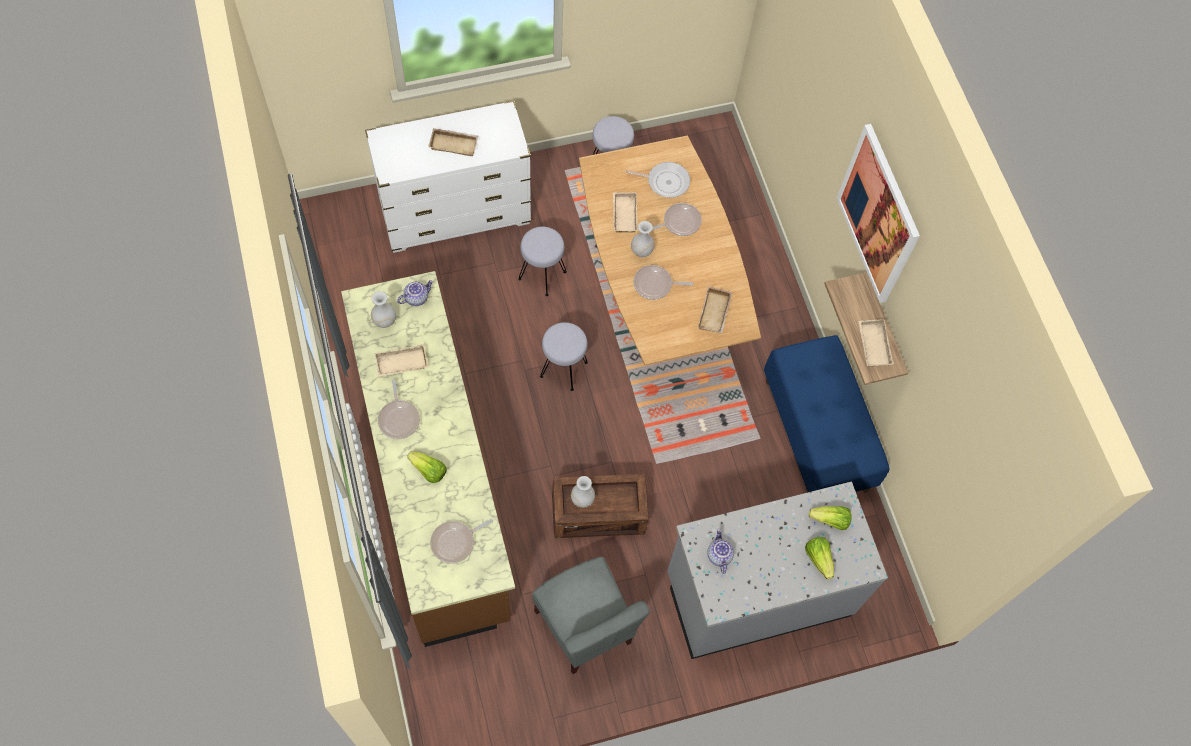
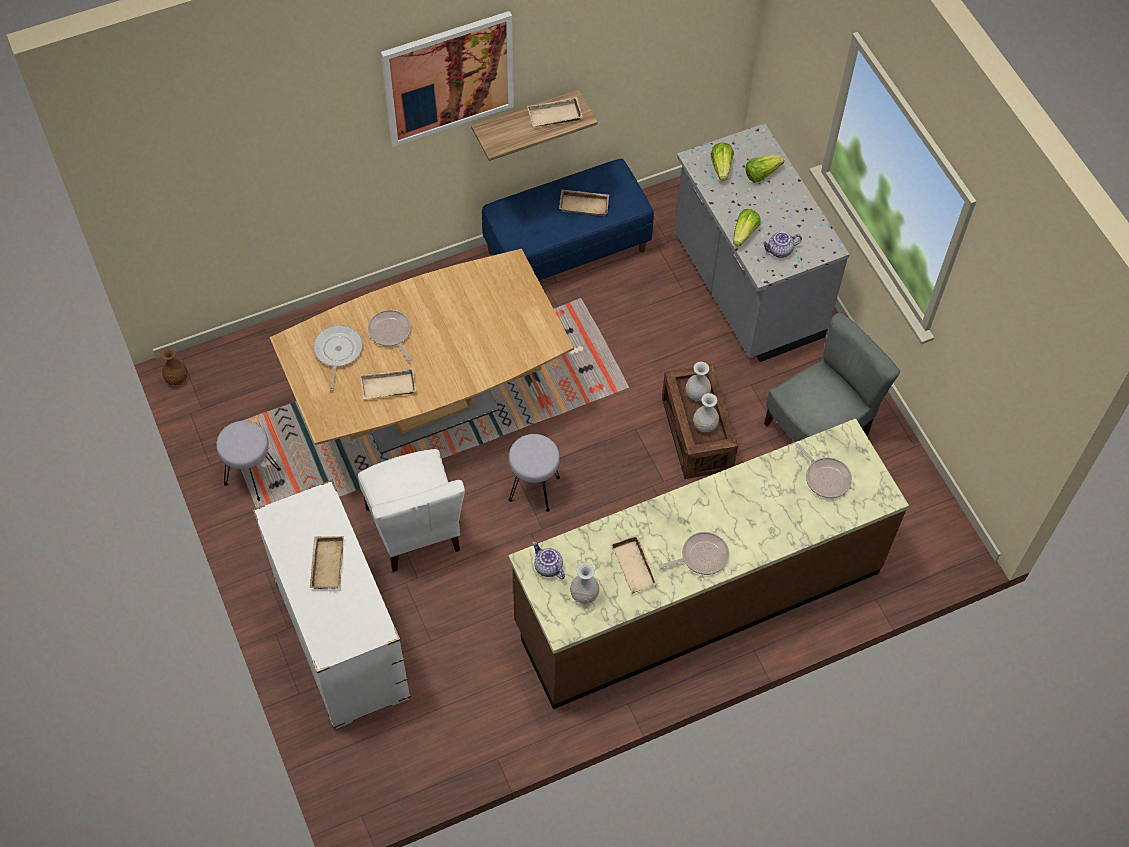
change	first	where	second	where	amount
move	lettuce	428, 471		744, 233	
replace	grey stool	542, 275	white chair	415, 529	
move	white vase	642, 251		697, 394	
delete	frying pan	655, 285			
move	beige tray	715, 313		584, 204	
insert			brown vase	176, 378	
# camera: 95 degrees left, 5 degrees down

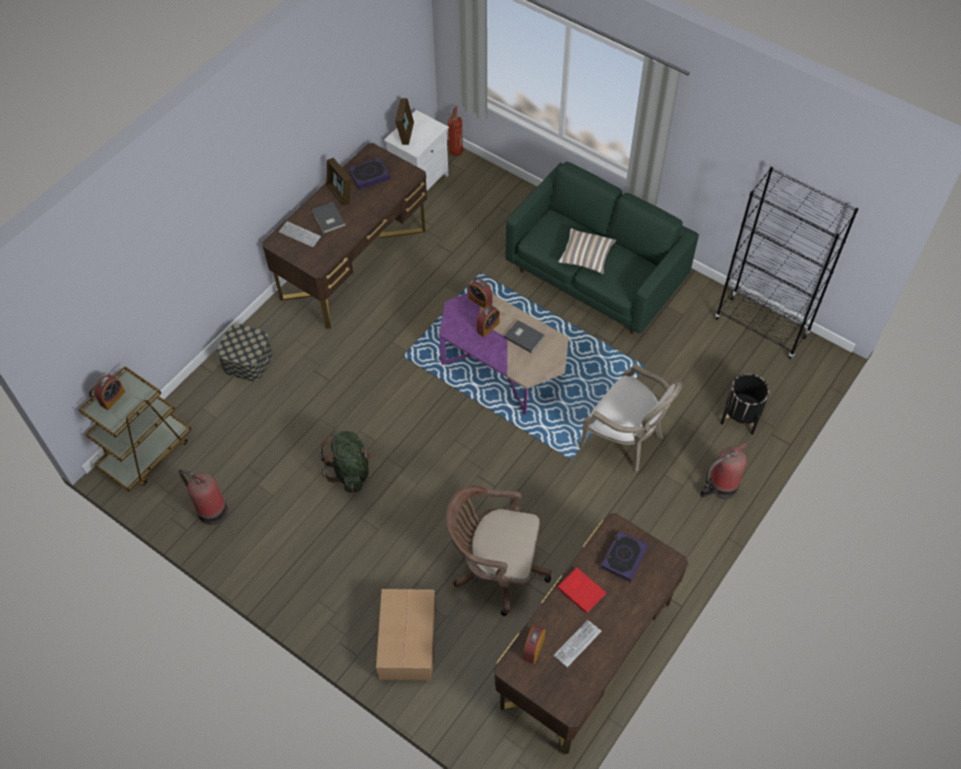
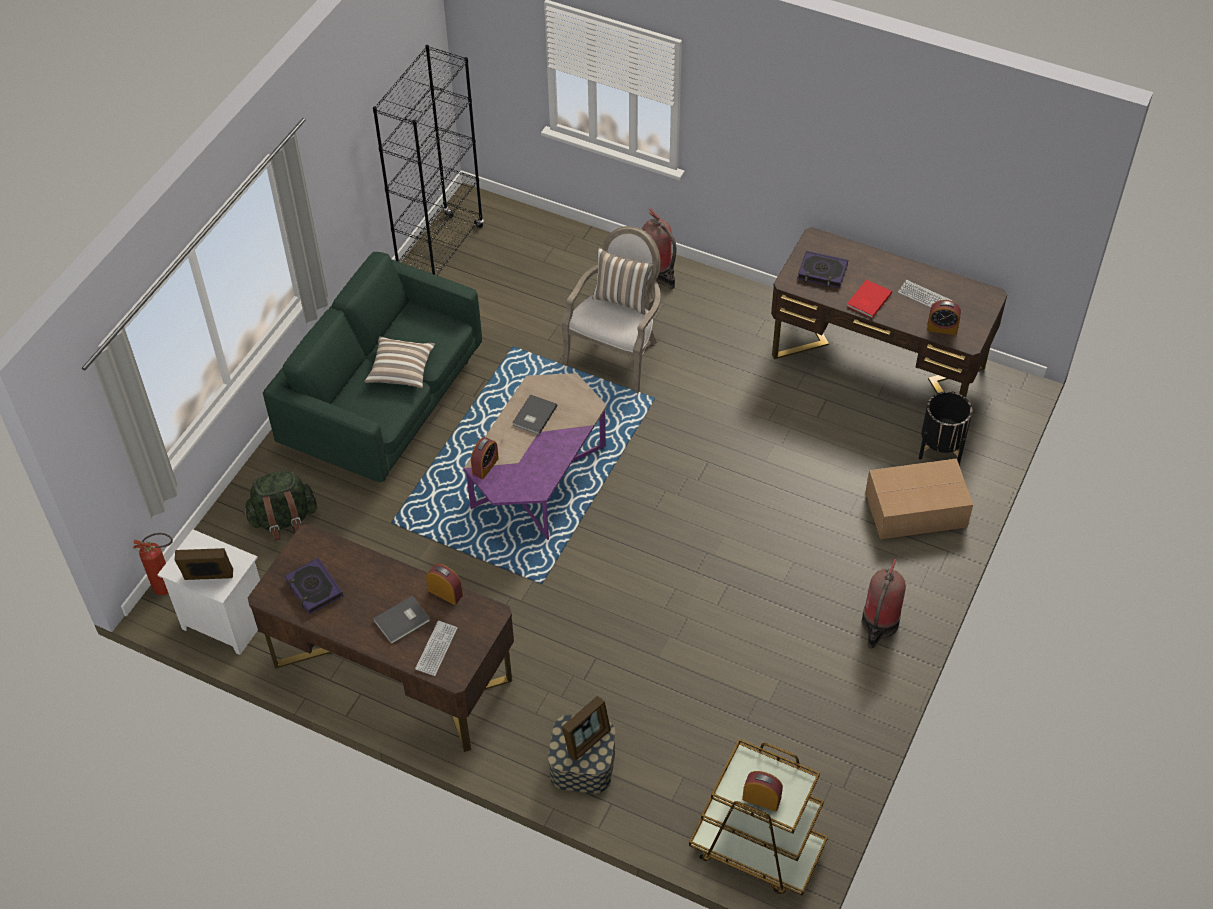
change	first	where	second	where	amount
move	fire extinguisher	210, 510		879, 625	
move	green backpack	350, 471		284, 520	
move	picture frame	340, 194		587, 740	
delete	brown office chair	495, 568			
move	alarm clock	488, 327		445, 593	
move	black planter	741, 416		940, 447	
insert			pillow	622, 299	
# camera: 100 degrees left, 5 degrees down

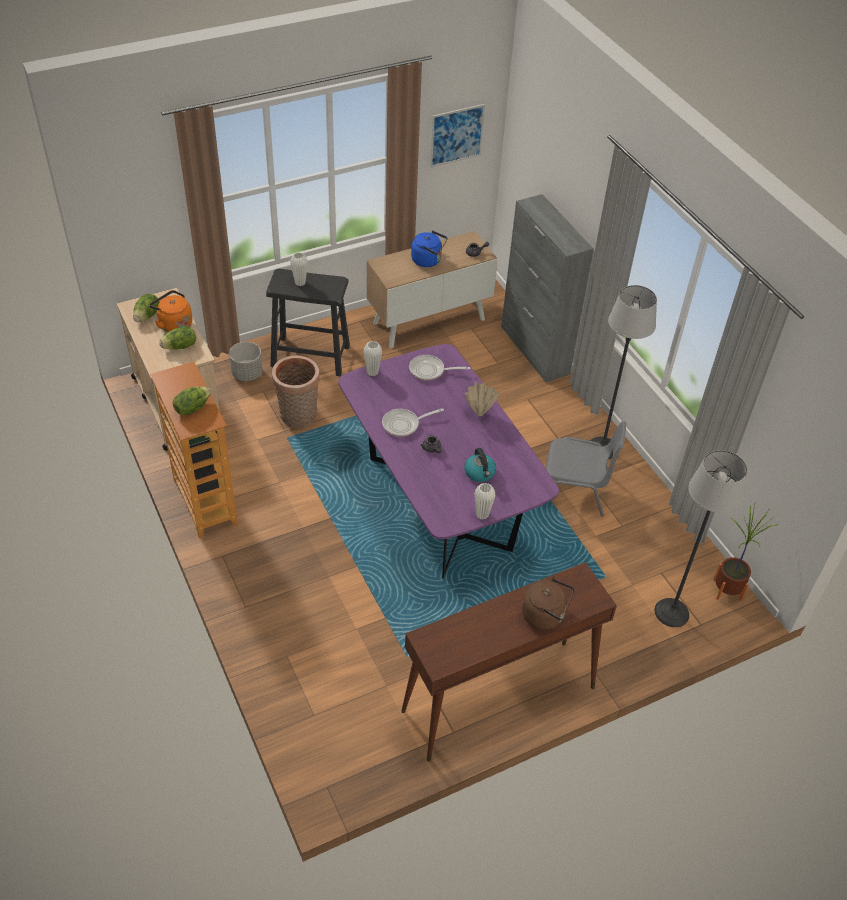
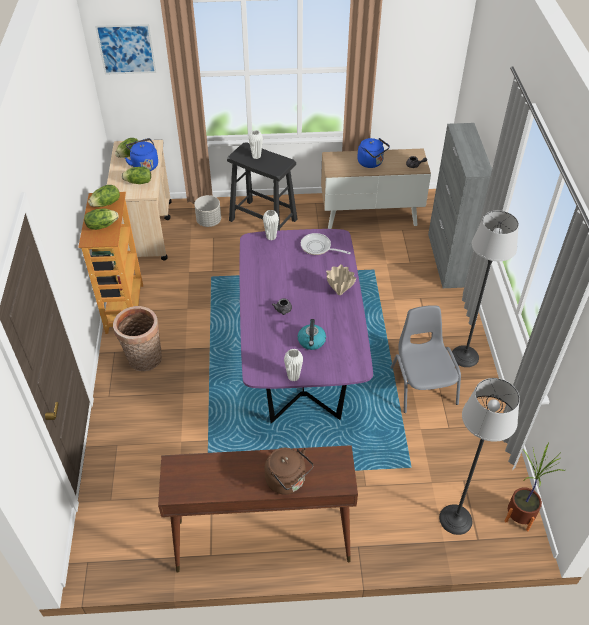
change	first	where	second	where	amount
recolor	orange kettle	174, 324	blue kettle	144, 165	
move	basket	298, 417		144, 360	
delete	frying pan	404, 424			
move	picture	456, 135		126, 49	
rotate	grey chair	575, 490		422, 384	135 degrees counterclockwise
insert			lettuce	106, 204	
# camera: 25 degrees right, 0 degrees up

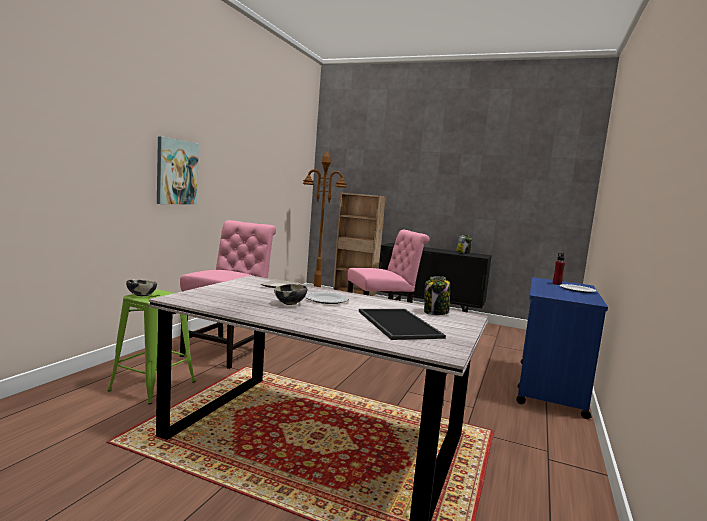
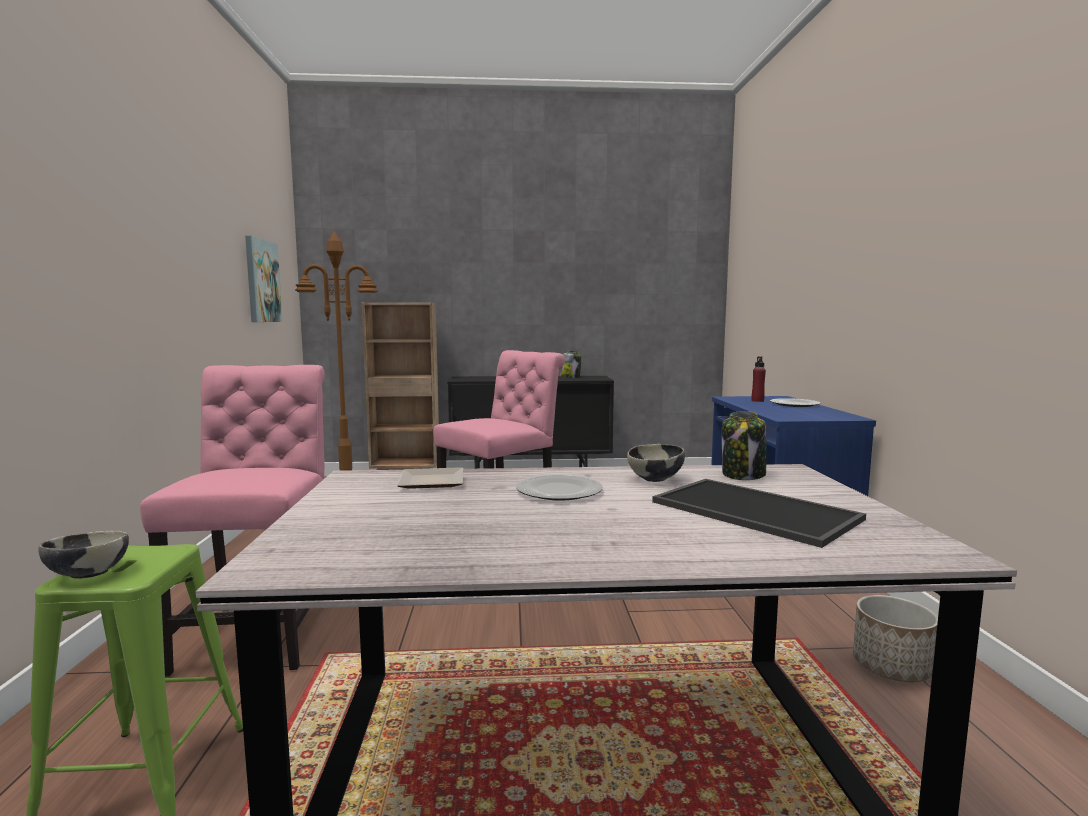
change	first	where	second	where	amount
move	picture	176, 172		262, 281	
move	bowl	290, 304		655, 479	
insert			planter	892, 666	
# camera: 25 degrees left, 0 degrees up

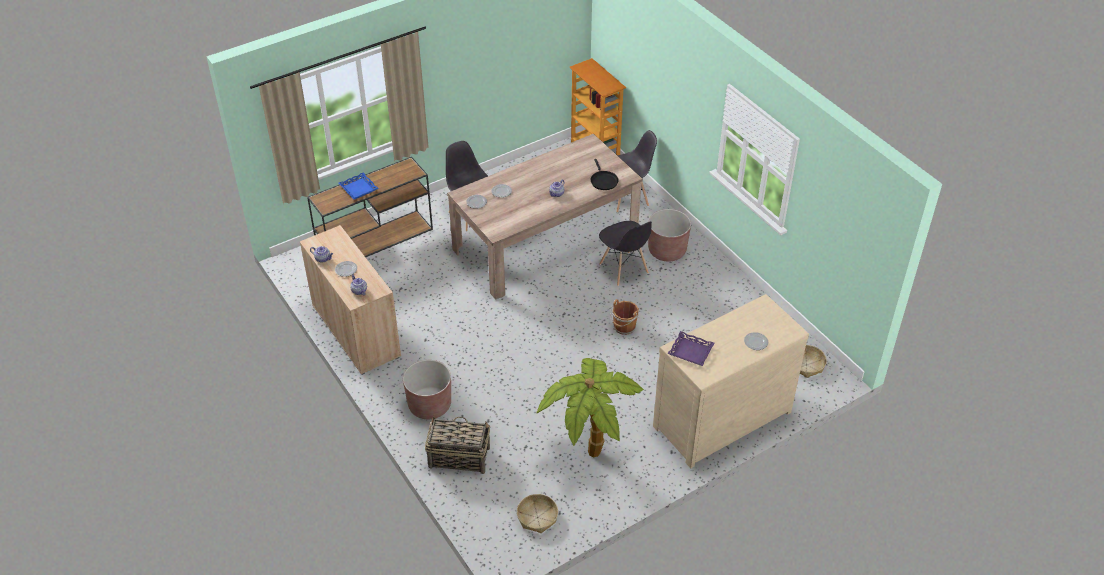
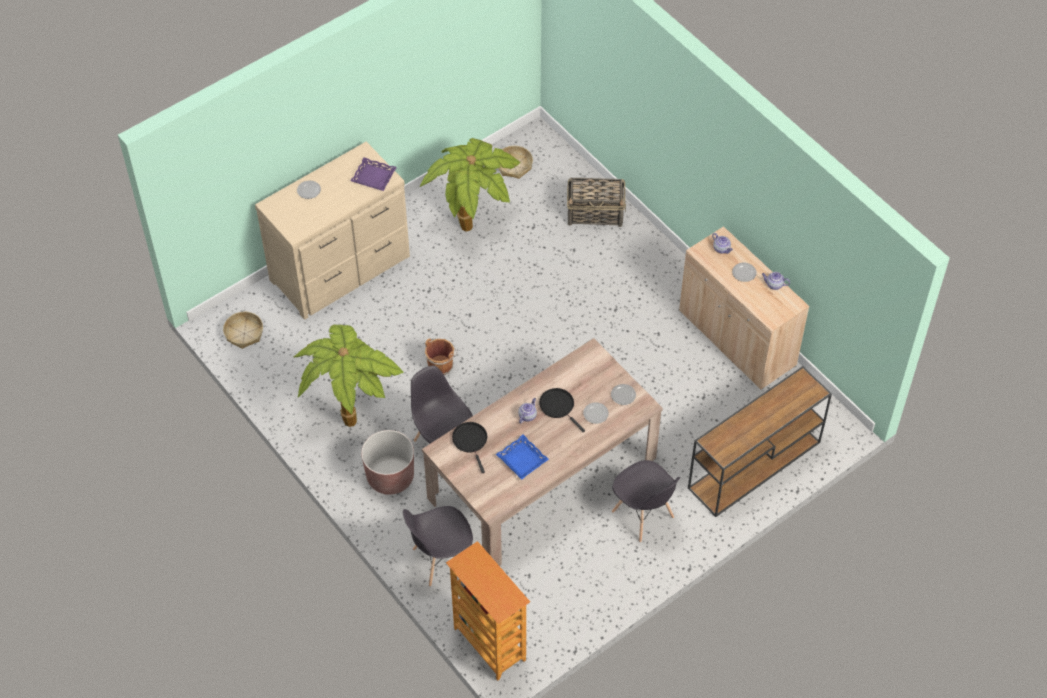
change	first	where	second	where	amount
move	blue tray	359, 188		522, 459	
delete	brown planter	429, 405			
insert			potted plant	351, 415	
insert			black frying pan	558, 406	
# camera: 175 degrees right, 10 degrees up

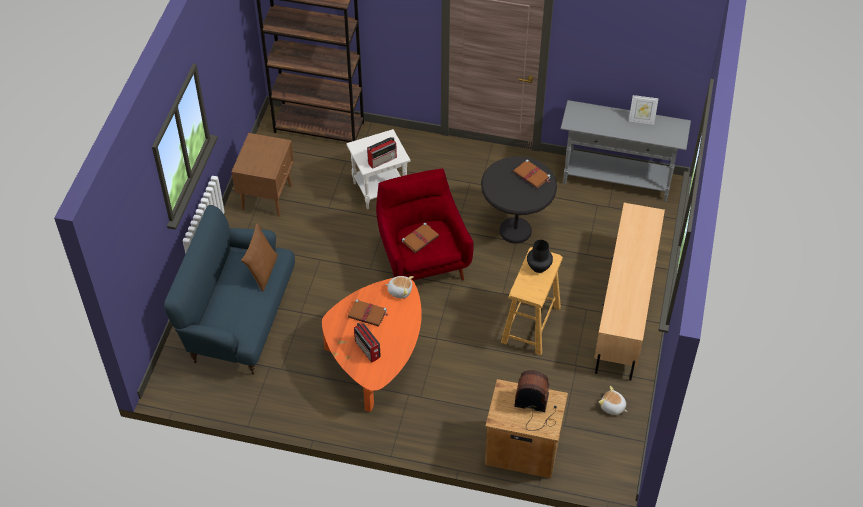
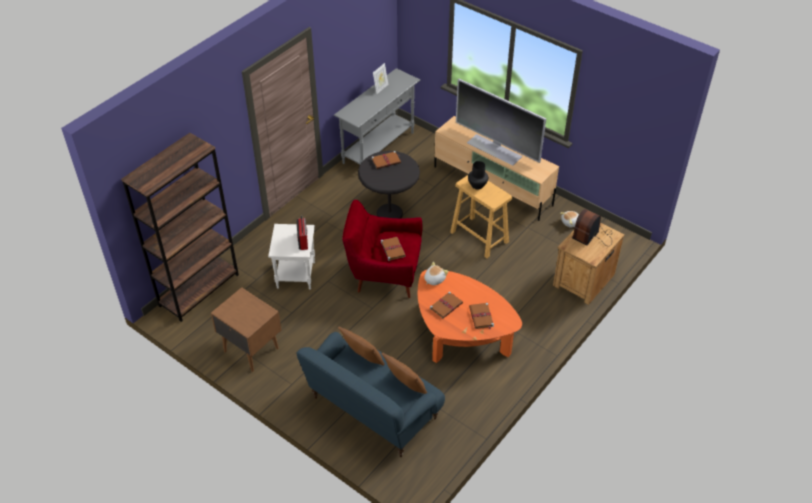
change	first	where	second	where	amount
replace	radio	367, 350	brown book	481, 317	
insert			brown pillow	405, 386	
insert			television	495, 149	
# camera: 65 degrees left, 5 degrees down

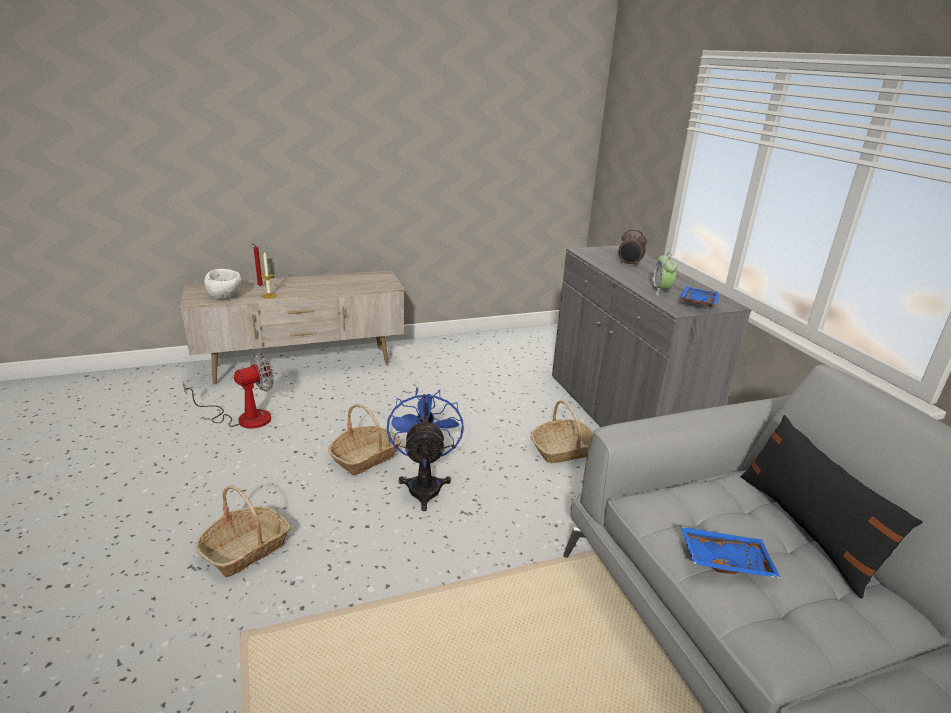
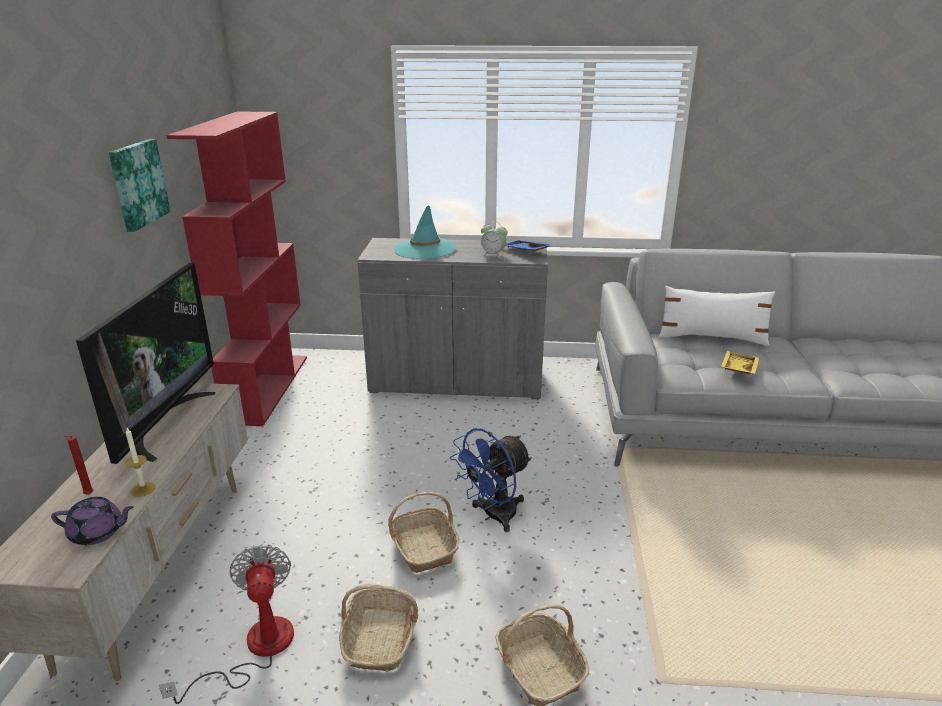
change	first	where	second	where	amount
replace	white bowl	226, 297	purple teapot	98, 533	
rotate	blue fan	424, 484		493, 516	60 degrees counterclockwise
move	basket	563, 450		380, 639	
replace	alarm clock	629, 264	turquoise hat	425, 249	
recolor	blue tray	725, 560	yellow tray	737, 369	
recolor	black pillow	806, 528	white pillow	712, 338	
insert			television	164, 423	
insert			picture	137, 184	
insert			red bookcase	267, 388	
# camera: 65 degrees left, 0 degrees up

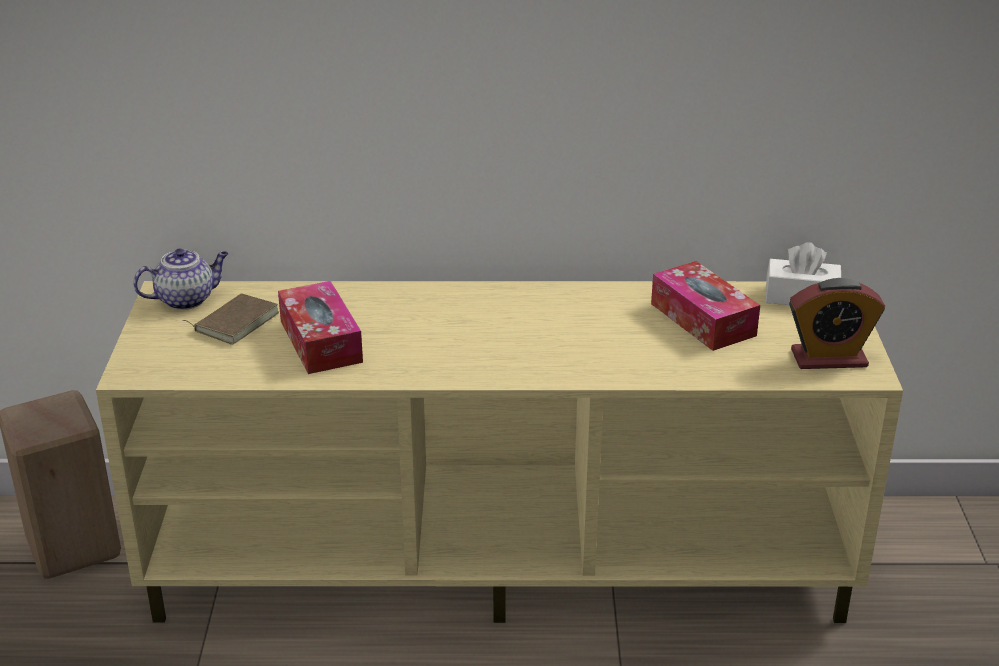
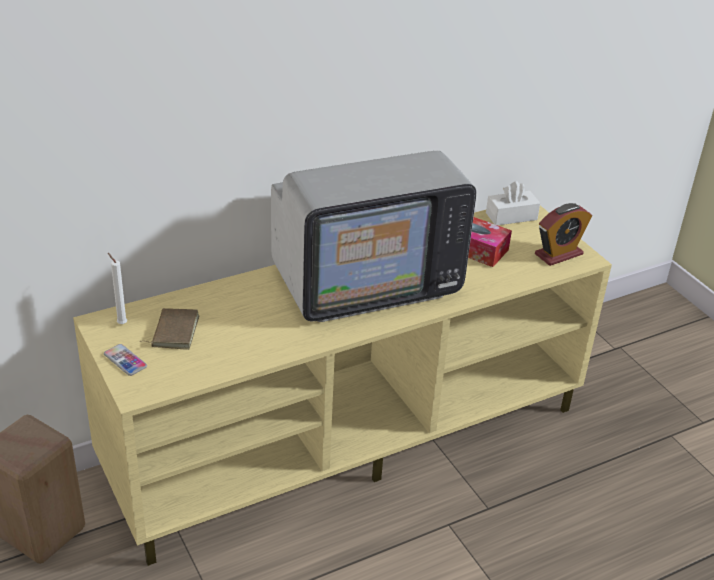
change	first	where	second	where	amount
replace	teapot	186, 299	white candle	121, 323	
delete	tissue box	321, 341			
insert			phone	125, 360	
insert			television	365, 282	
# camera: 30 degrees left, 5 degrees up

